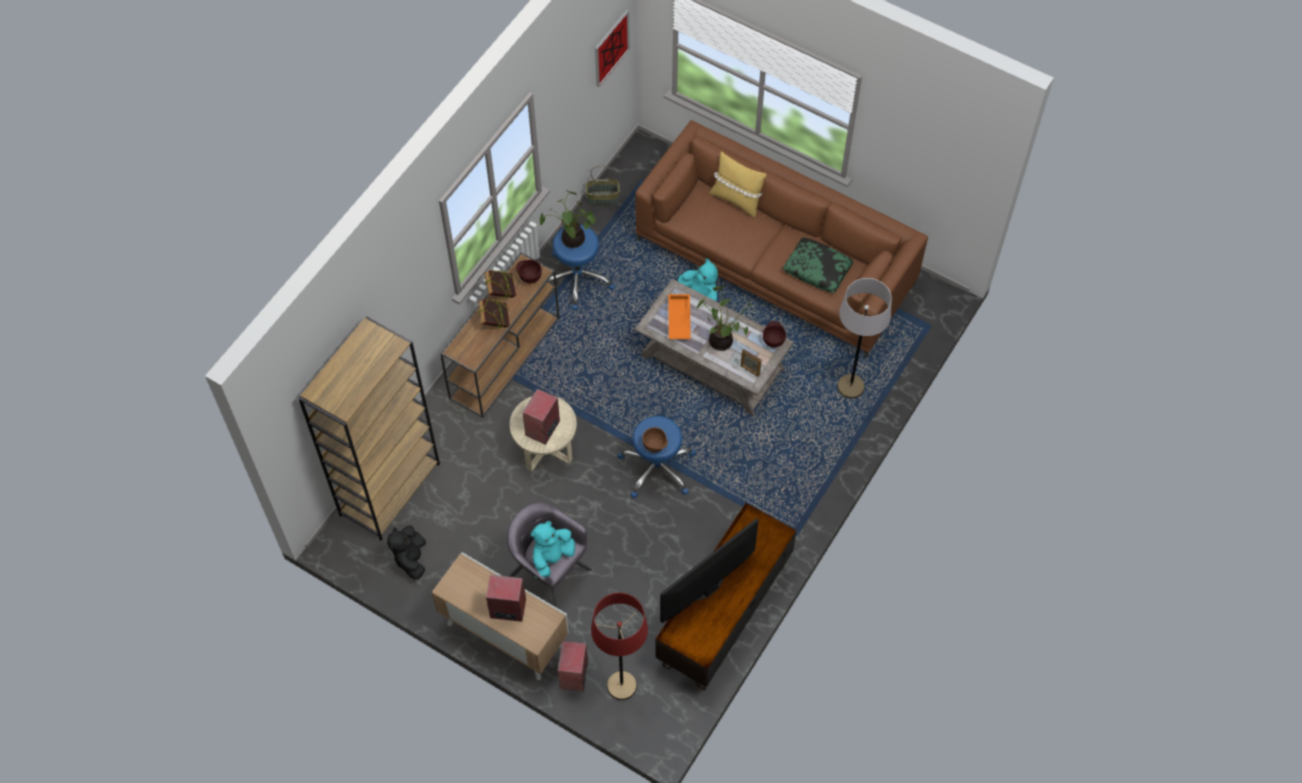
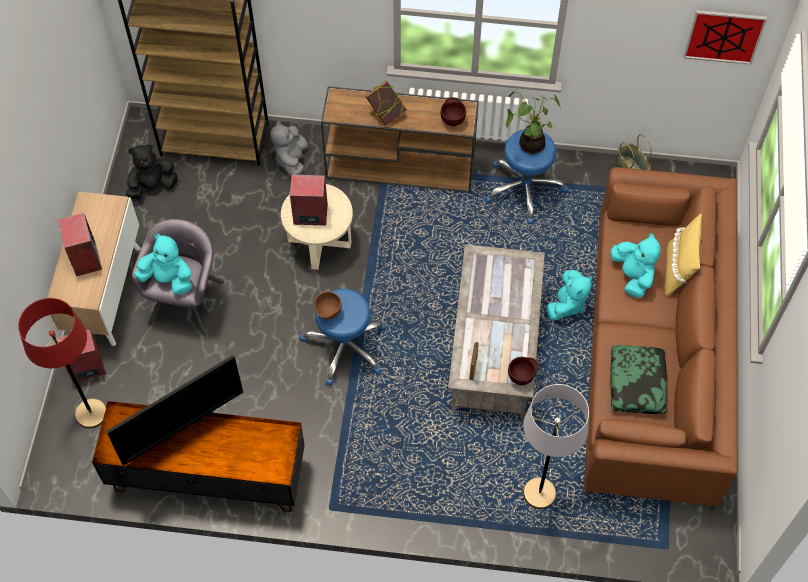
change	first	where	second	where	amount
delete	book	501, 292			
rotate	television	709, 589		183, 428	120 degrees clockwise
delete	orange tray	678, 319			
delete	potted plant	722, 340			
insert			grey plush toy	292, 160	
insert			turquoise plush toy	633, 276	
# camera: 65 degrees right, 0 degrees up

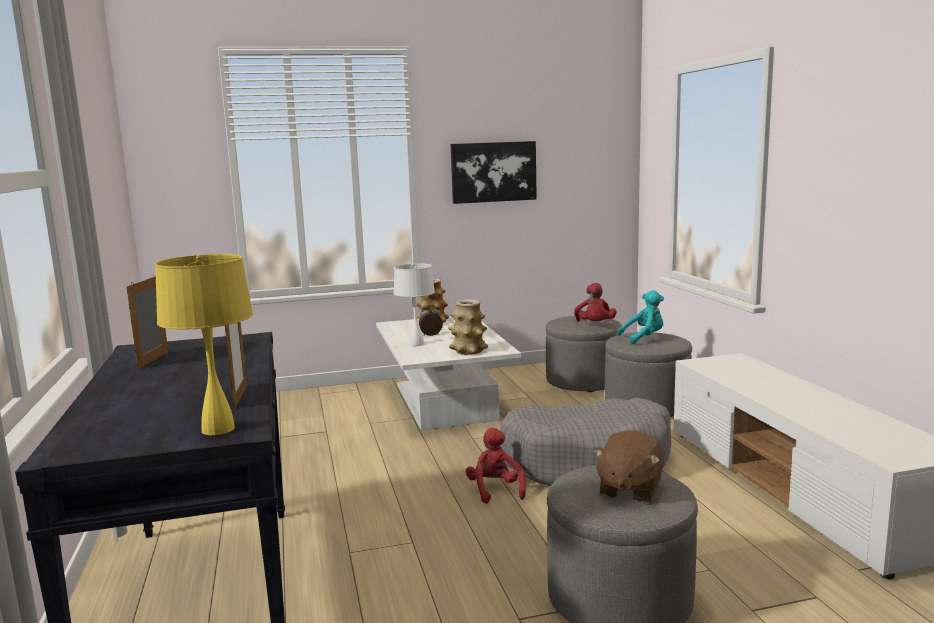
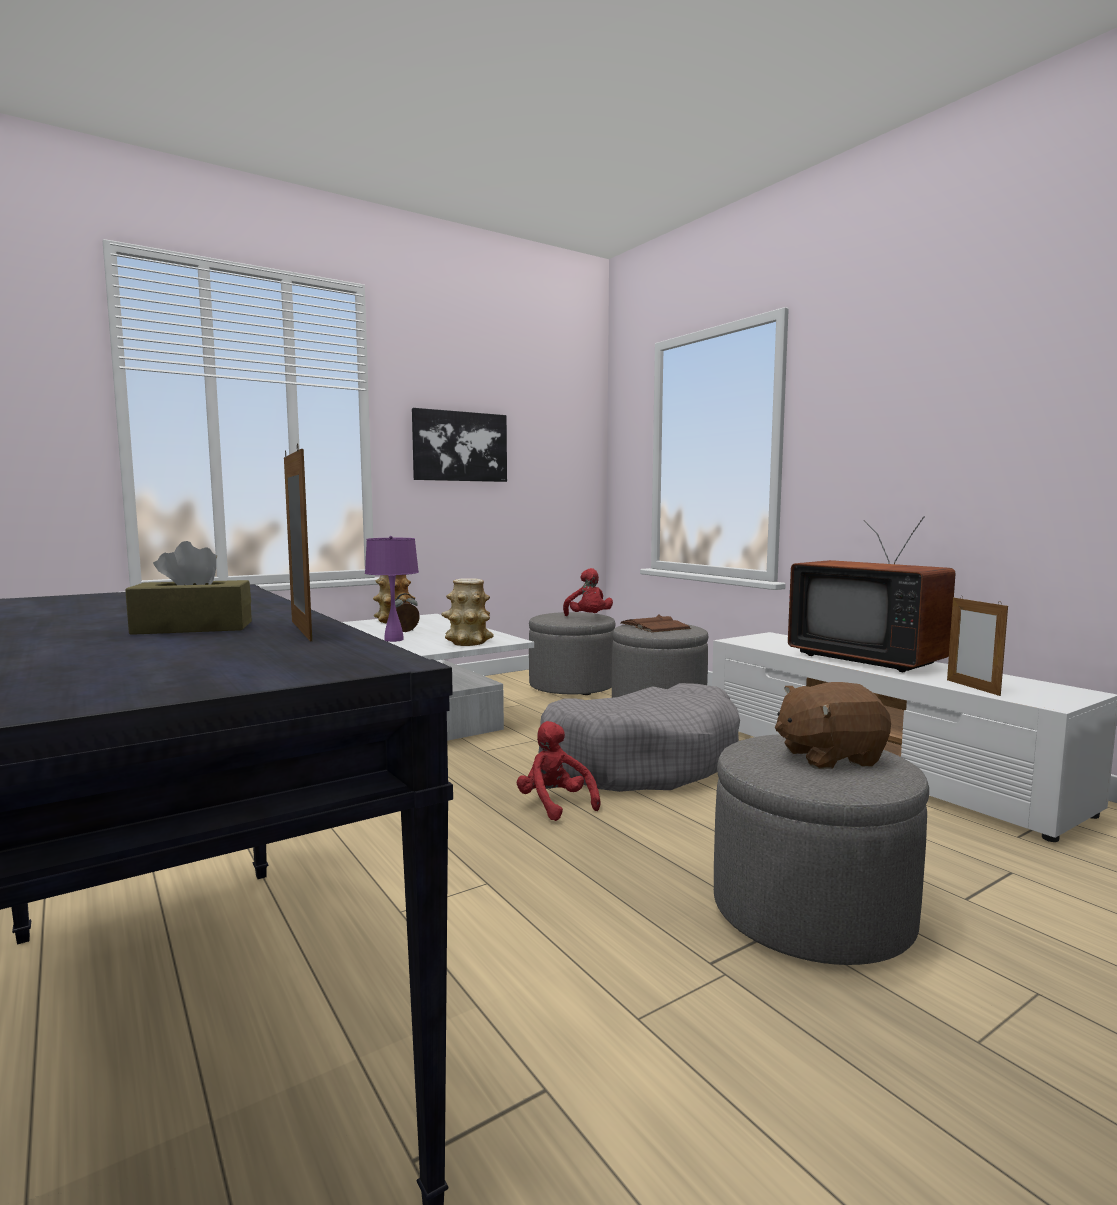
change	first	where	second	where	amount
move	picture frame	153, 359		972, 687	
delete	yellow table lamp	218, 429			
recolor	white table lamp	416, 344	purple table lamp	394, 640	
rotate	brown plush toy	629, 489		828, 757	75 degrees clockwise
replace	turquoise plush toy	644, 338	brown book	654, 626	
insert			brown tissue box	193, 628	
insert			television	868, 659	
# camera: 20 degrees left, 5 degrees down

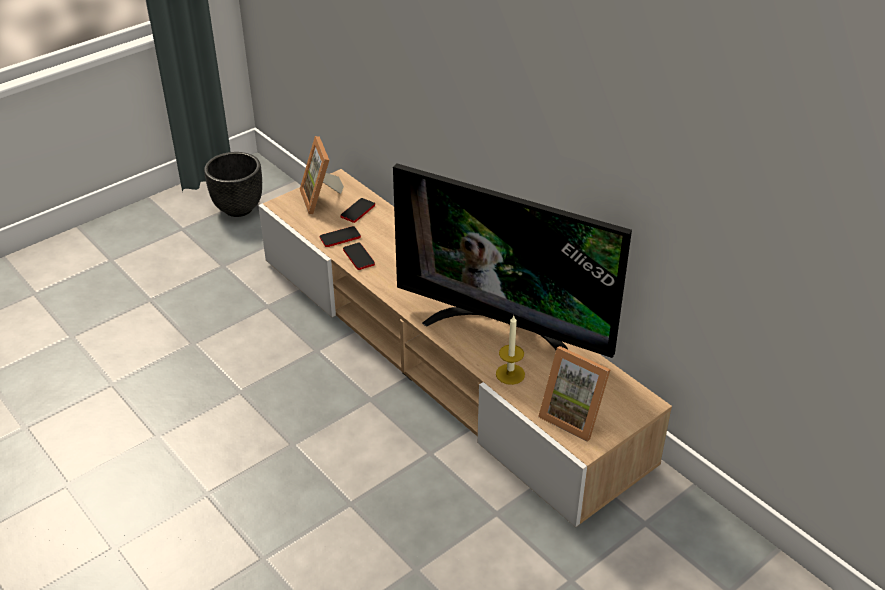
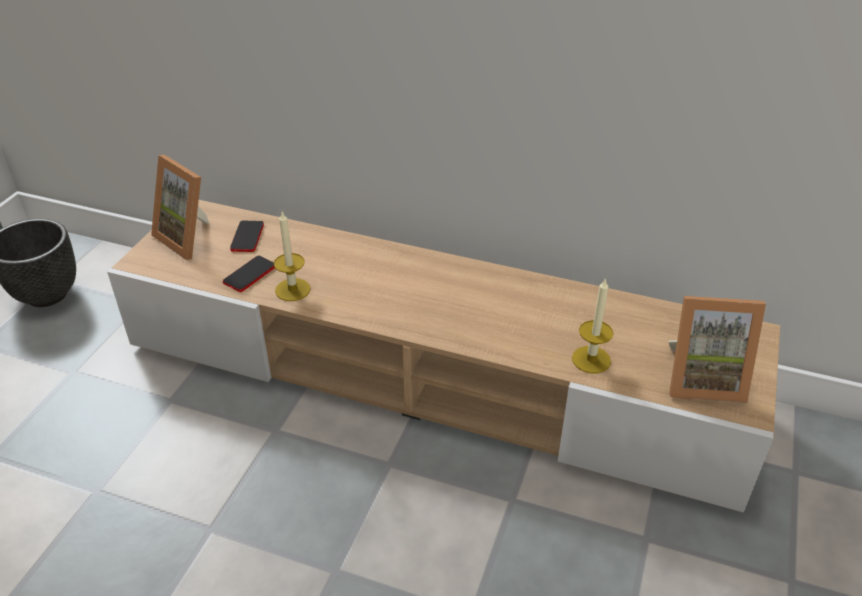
change	first	where	second	where	amount
replace	phone	358, 257	candle	292, 289	
delete	television	505, 330			
# camera: 30 degrees left, 0 degrees up

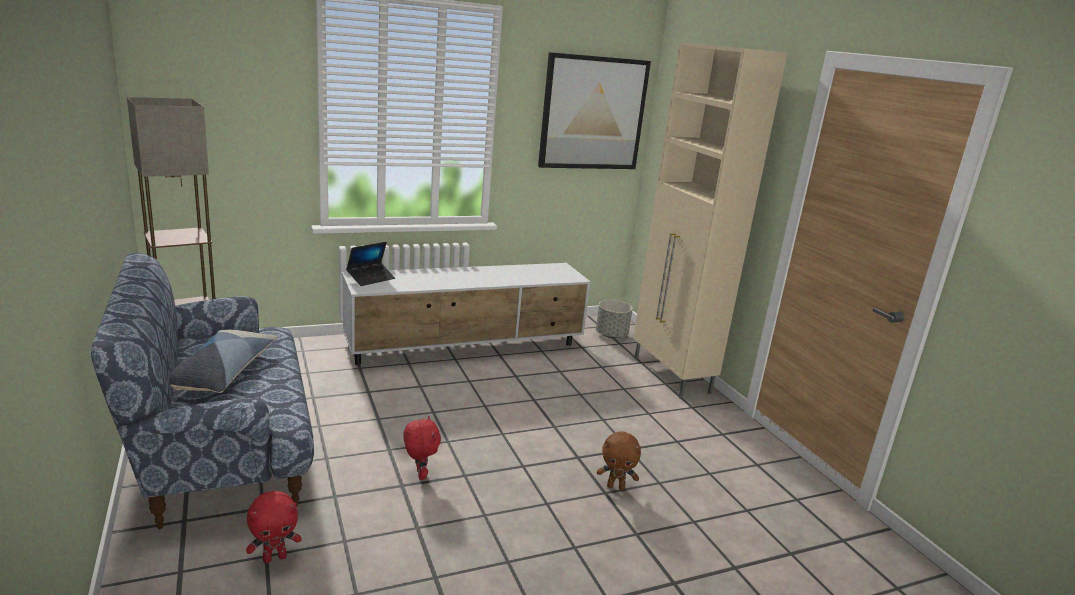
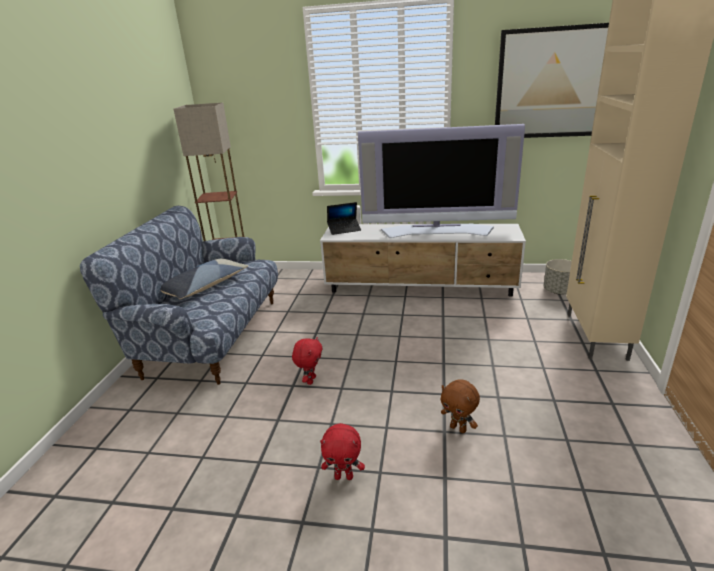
change	first	where	second	where	amount
move	red plush toy	275, 557		344, 476	
insert			television	437, 230	
# camera: 35 degrees right, 5 degrees up

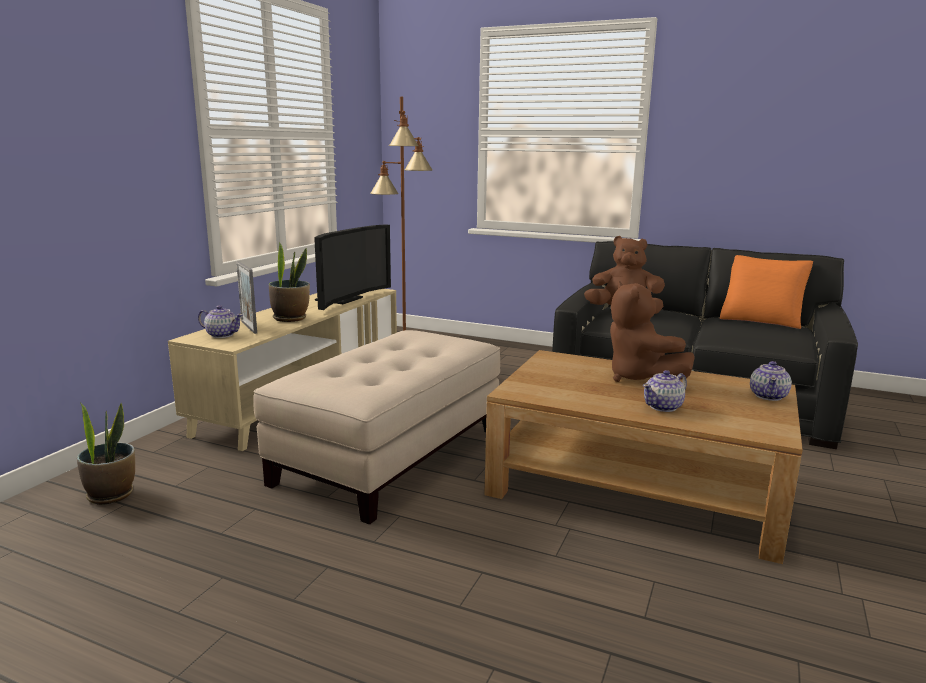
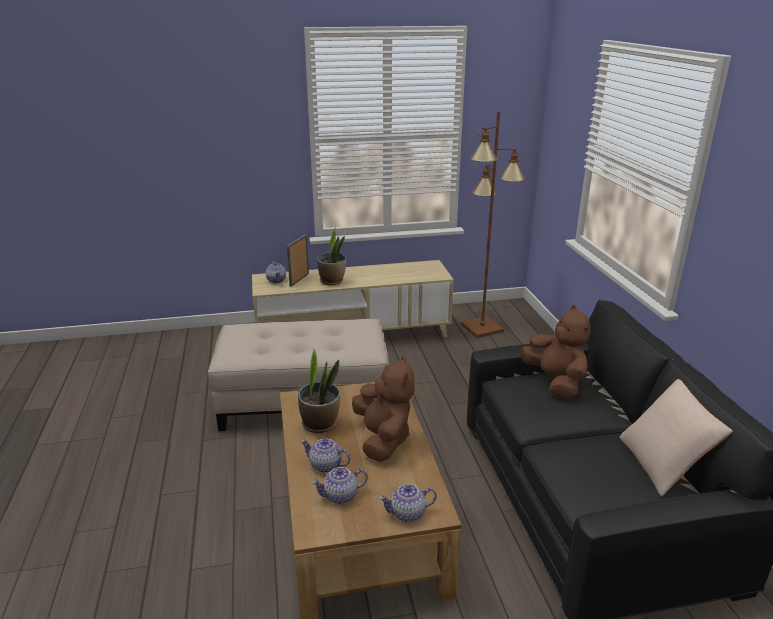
change	first	where	second	where	amount
move	potted plant	111, 494		320, 423	
delete	television	344, 300			
rotate	brown plush toy	639, 378		383, 439	135 degrees clockwise
recolor	orange pillow	761, 319	beige pillow	663, 463	
insert			teapot	341, 495	
# camera: 55 degrees right, 10 degrees up

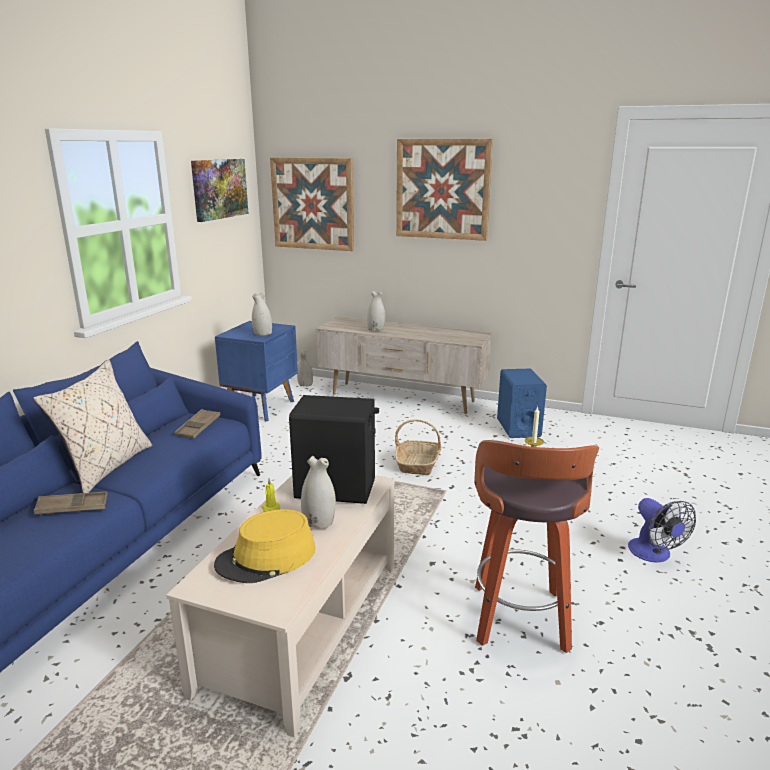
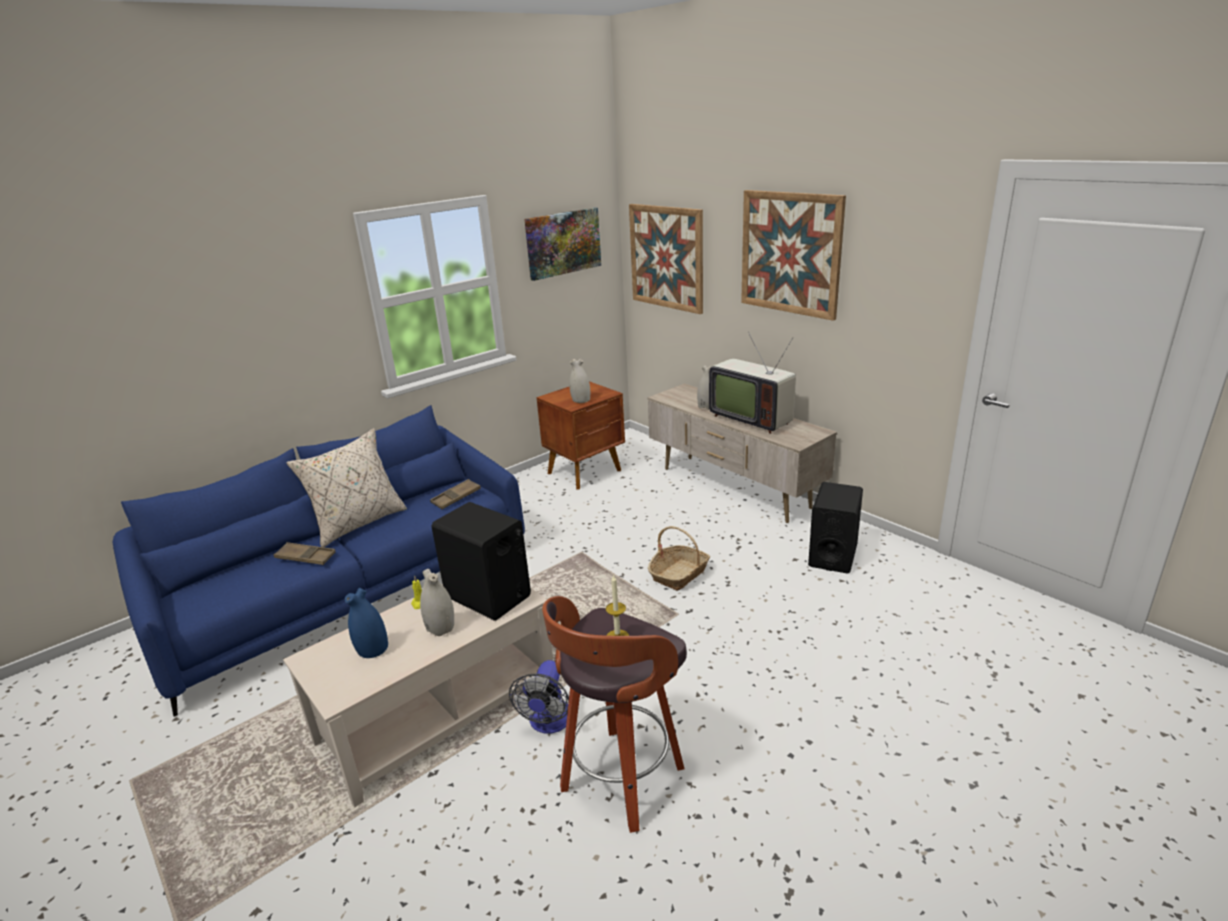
change	first	where	second	where	amount
replace	yellow hat	266, 558	blue vase	372, 650	
recolor	blue nightstand	261, 407	brown nightstand	586, 472	
delete	white vase	305, 384			
recolor	blue speaker	518, 428	black speaker	832, 555	
move	fan	654, 554		548, 723	
insert			television	751, 418	
# camera: 30 degrees right, 5 degrees up

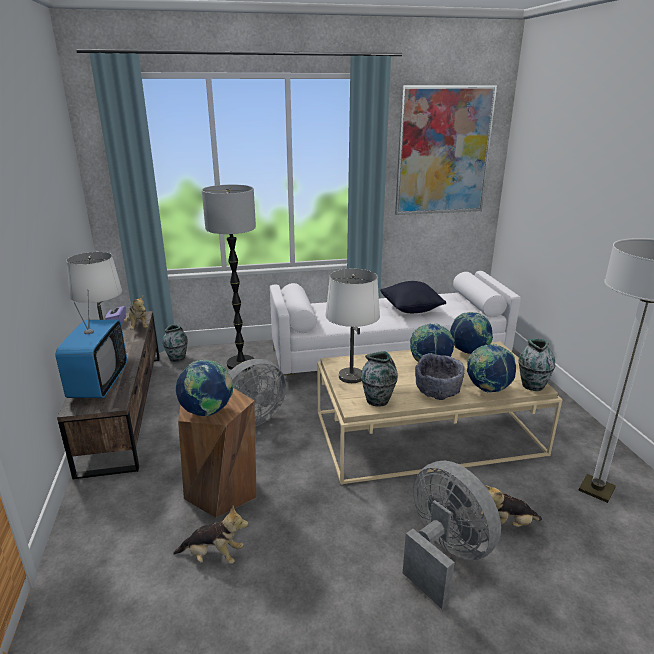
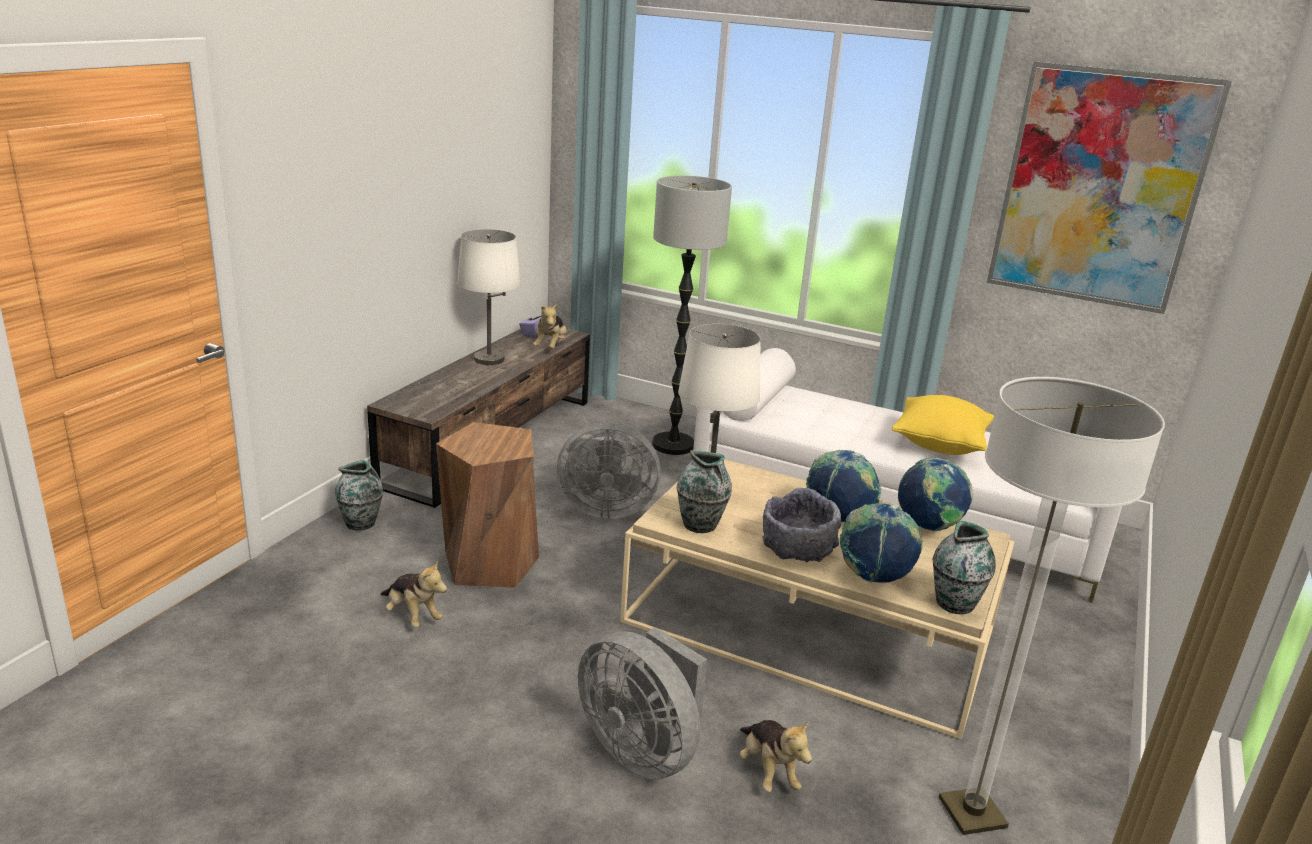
change	first	where	second	where	amount
delete	television	98, 383			
move	vase	177, 358		361, 523	
delete	globe	207, 413			
recolor	black pillow	411, 309	yellow pillow	939, 445	
rotate	grey fan	444, 555		642, 750	135 degrees clockwise
rotate	plush toy	507, 525		768, 771	135 degrees counterclockwise
# camera: 35 degrees right, 0 degrees up

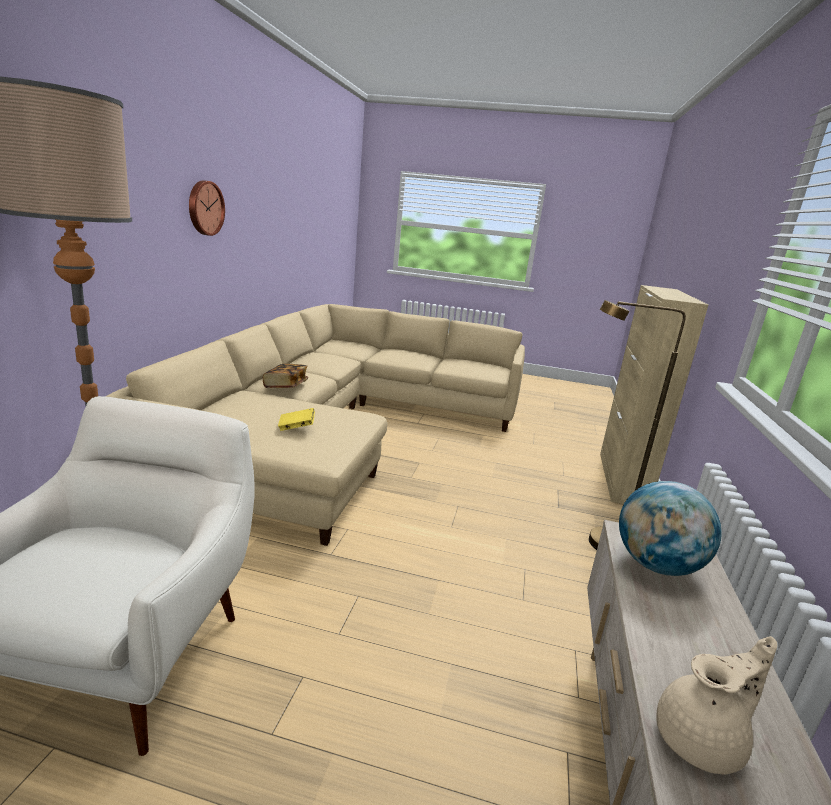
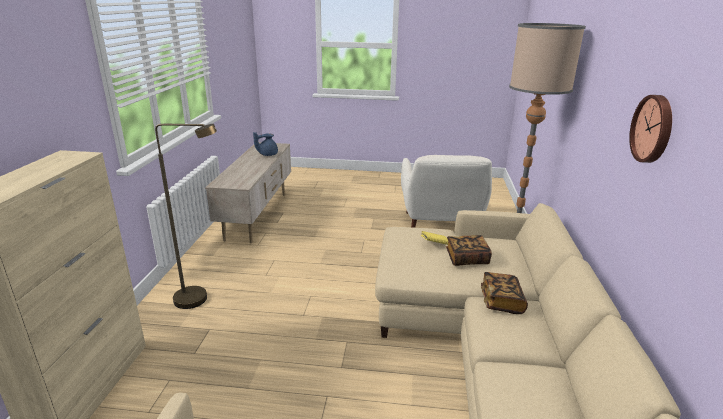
change	first	where	second	where	amount
delete	globe	656, 565			
recolor	beige teapot	701, 741	blue teapot	267, 154	
insert			book	467, 259	
# camera: 175 degrees right, 5 degrees up

